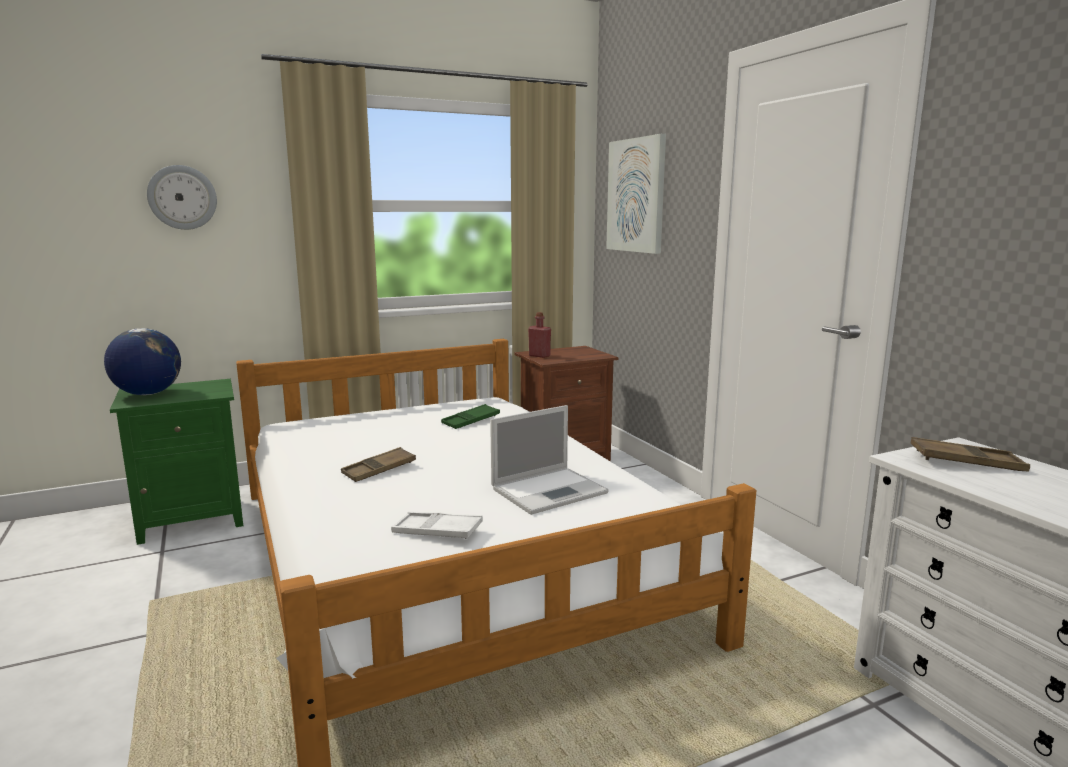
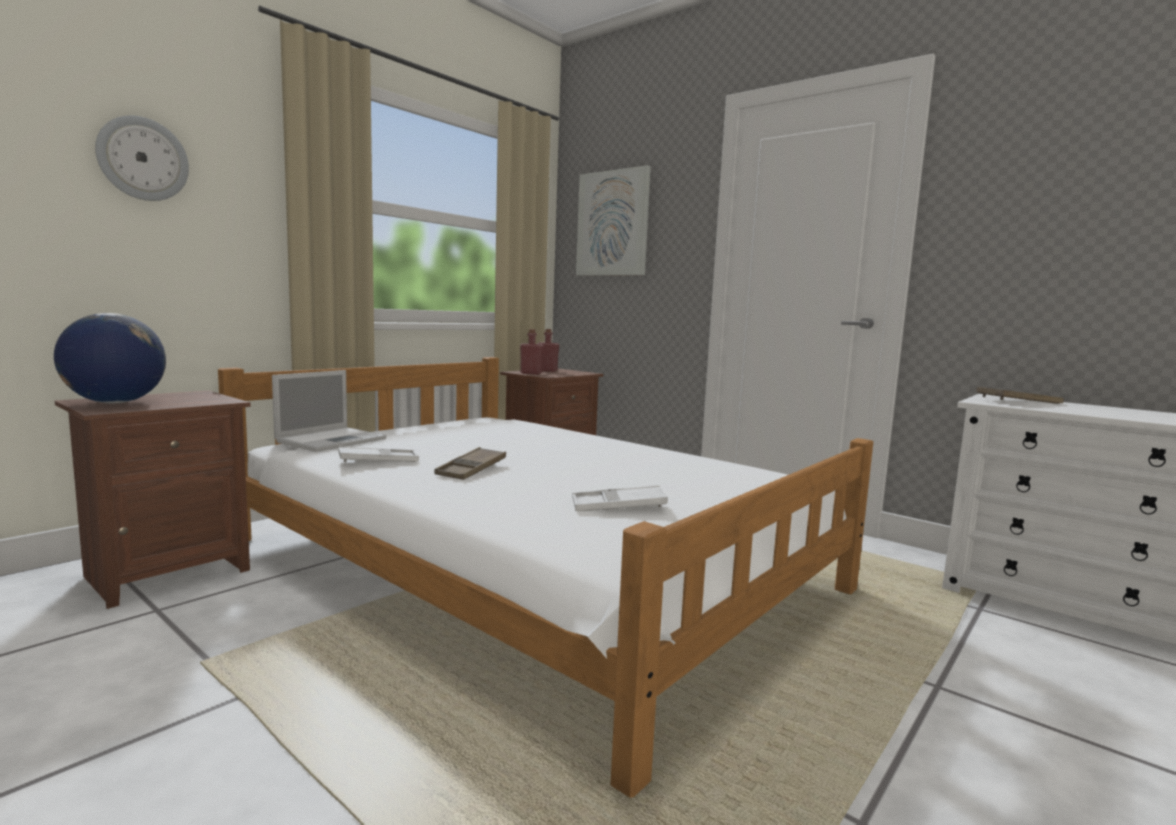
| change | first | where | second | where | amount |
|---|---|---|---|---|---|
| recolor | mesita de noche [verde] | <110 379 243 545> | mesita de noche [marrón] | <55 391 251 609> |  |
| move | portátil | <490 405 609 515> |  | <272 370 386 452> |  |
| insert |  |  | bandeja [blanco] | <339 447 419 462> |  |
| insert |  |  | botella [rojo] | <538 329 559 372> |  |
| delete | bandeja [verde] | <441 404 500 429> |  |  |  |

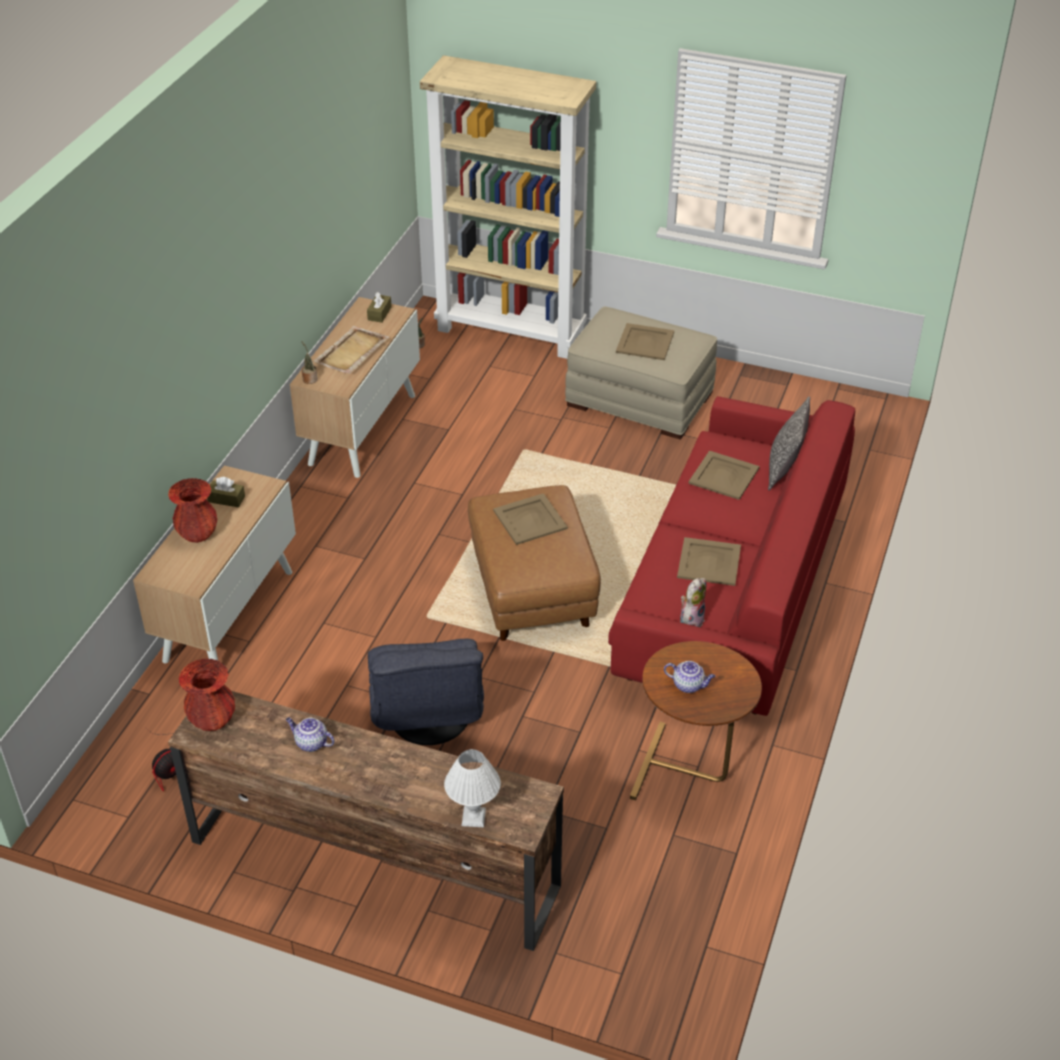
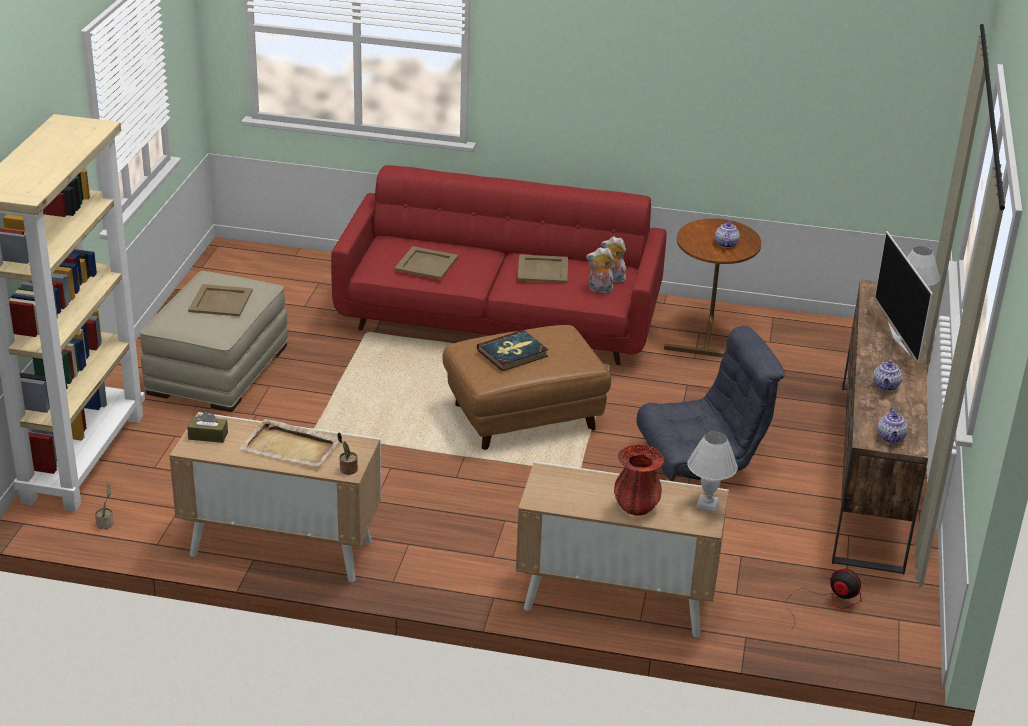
| change | first | where | second | where | amount |
|---|---|---|---|---|---|
| replace | bandeja [beis] | <493 493 568 545> | libro | <477 330 548 371> |  |
| insert |  |  | peluche | <586 247 614 293> |  |
| insert |  |  | lámpara de mesa [blanco] | <687 431 738 512> |  |
| insert |  |  | televisor | <875 231 933 363> |  |
| replace | florero [rojo] | <179 658 235 731> | tetera | <877 408 908 443> |  |
| delete | caja de pañuelos [marrón] | <207 477 245 508> |  |  |  |
| delete | cojín | <768 396 810 491> |  |  |  |

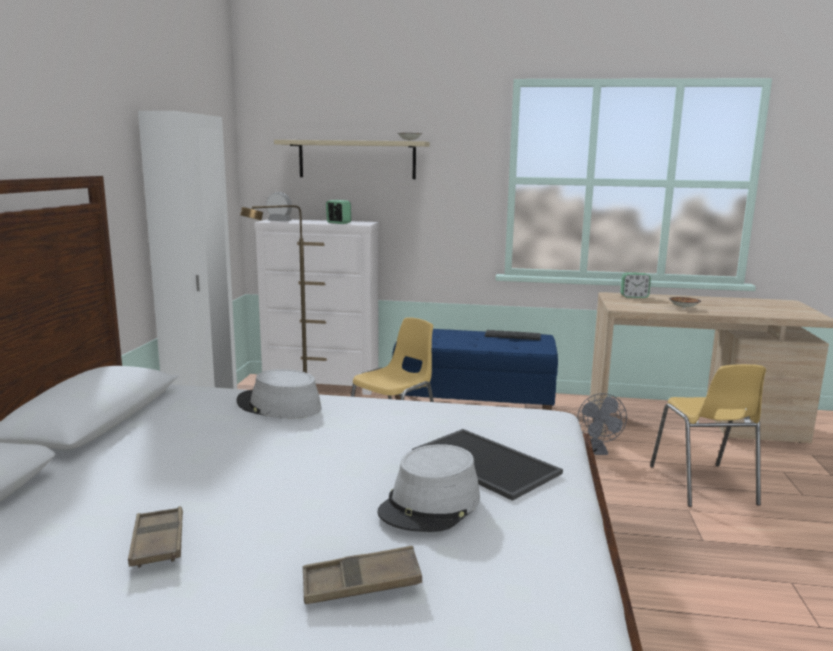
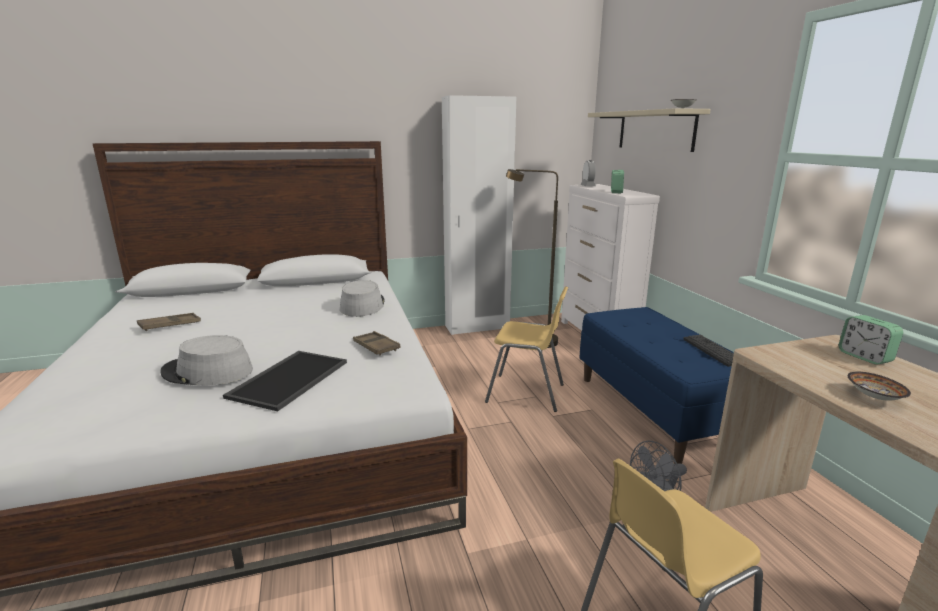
| change | first | where | second | where | amount |
|---|---|---|---|---|---|
| move | bandeja [marrón] | <303 546 422 604> |  | <353 331 401 356> |  |

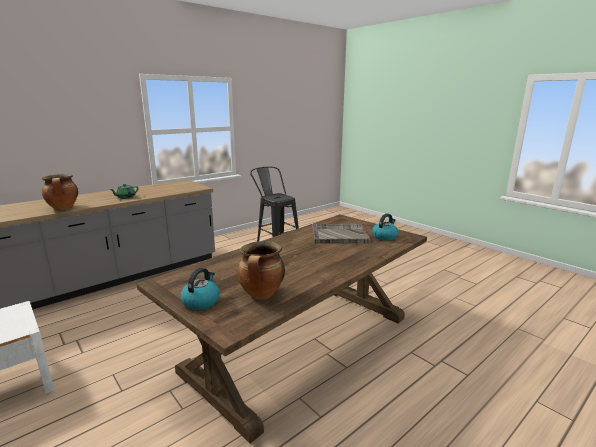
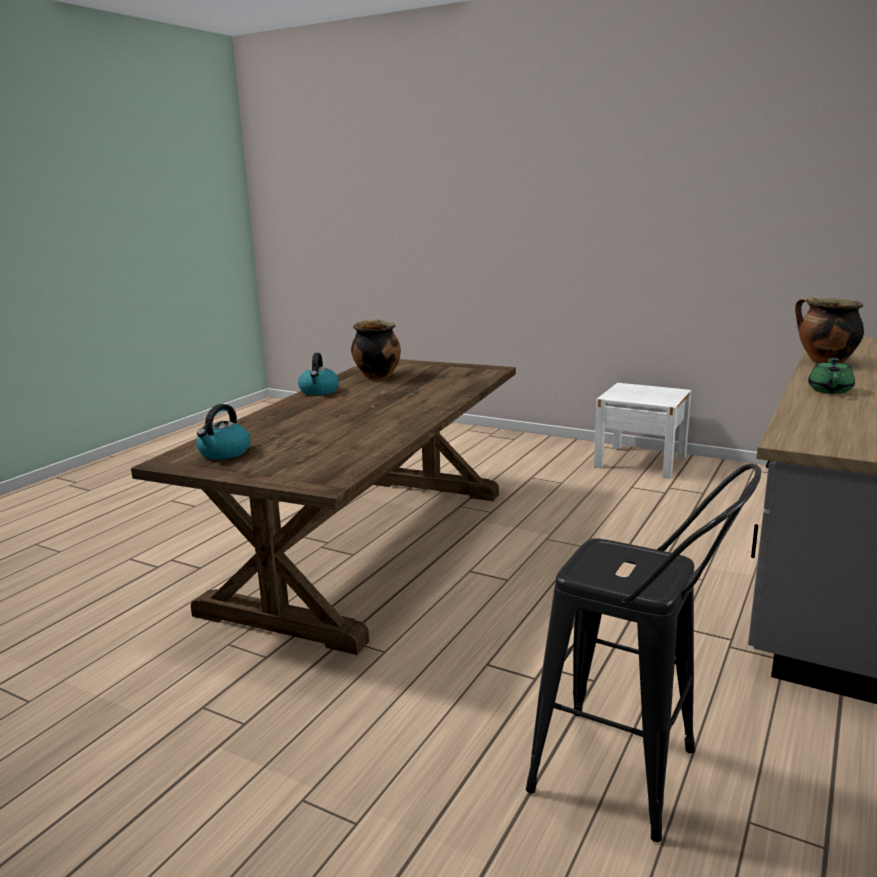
| change | first | where | second | where | amount |
|---|---|---|---|---|---|
| move | hervidor | <180 268 220 310> |  | <298 353 339 395> |  |
| delete | bandeja [gris] | <312 224 371 243> |  |  |  |

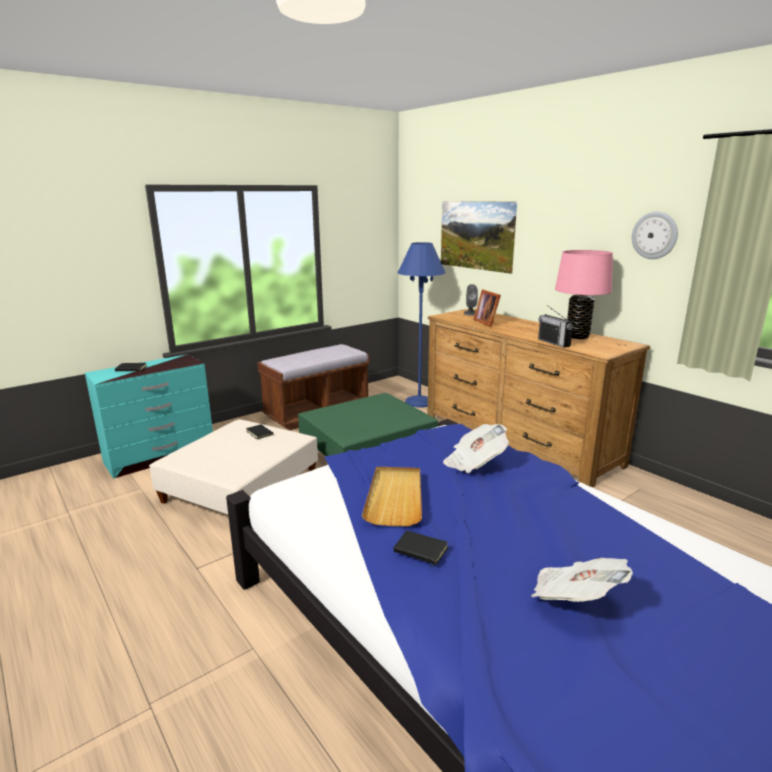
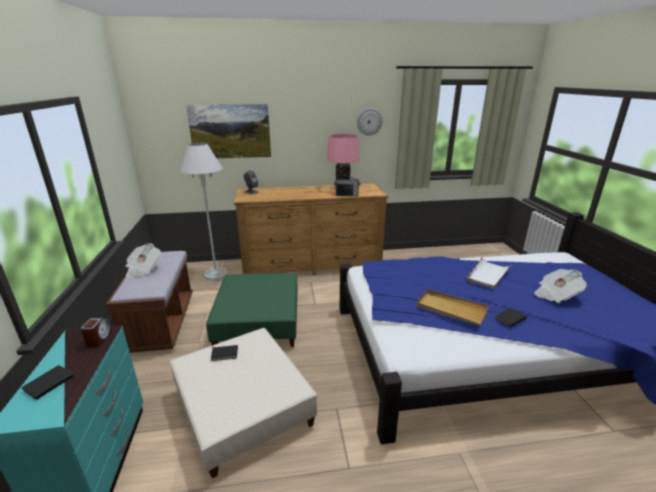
| change | first | where | second | where | amount |
|---|---|---|---|---|---|
| insert |  |  | despertador | <80 318 112 347> |  |
| move | periódico | <443 424 509 473> |  | <125 243 161 278> |  |
| recolor | lámpara de pie [azul] | <397 242 445 408> | lámpara de pie [blanco] | <180 143 228 280> |  |
| insert |  |  | bandeja [blanco] | <467 257 511 289> |  |
| delete | portarretratos | <473 289 501 327> |  |  |  |

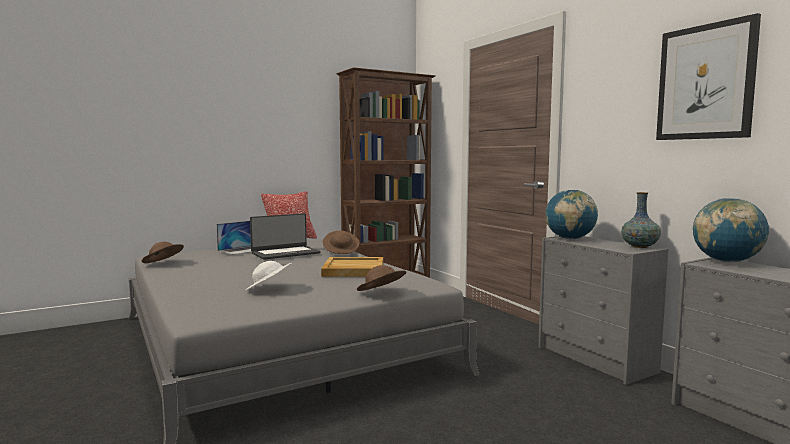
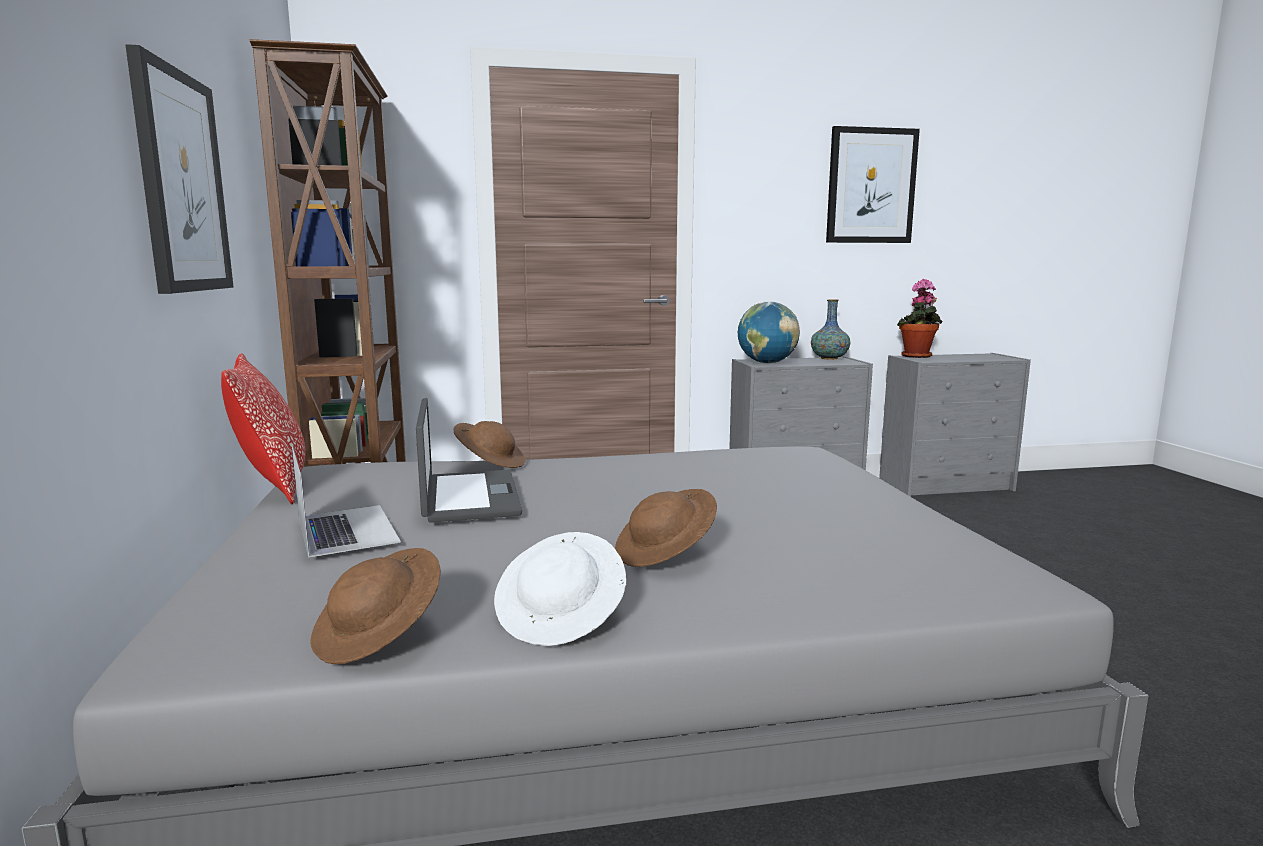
| change | first | where | second | where | amount |
|---|---|---|---|---|---|
| insert |  |  | cuadro | <125 44 234 294> |  |
| move | sombrero [blanco] | <246 261 292 290> |  | <494 532 626 646> |  |
| move | sombrero [marrón] | <357 265 406 291> |  | <615 489 717 567> |  |
| replace | globo terráqueo | <693 198 769 263> | planta en maceta | <897 279 943 358> |  |
| delete | bandeja [beis] | <321 257 383 277> |  |  |  |

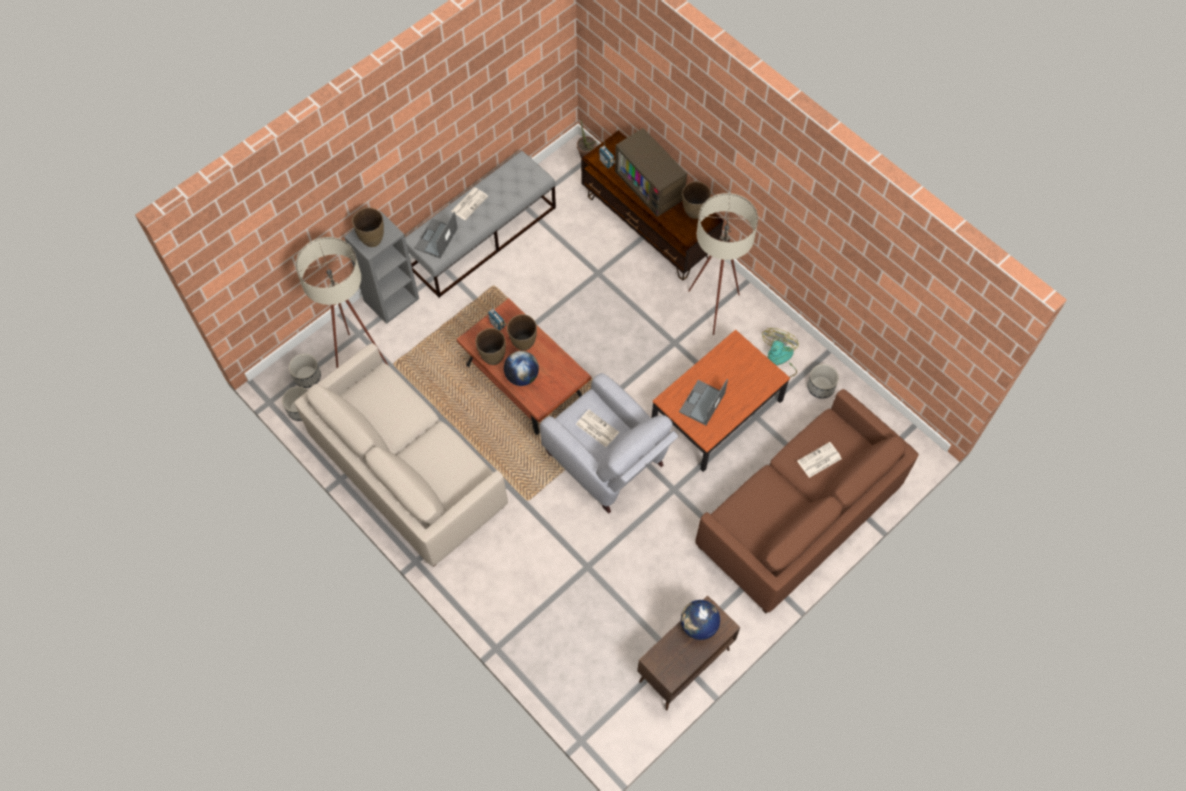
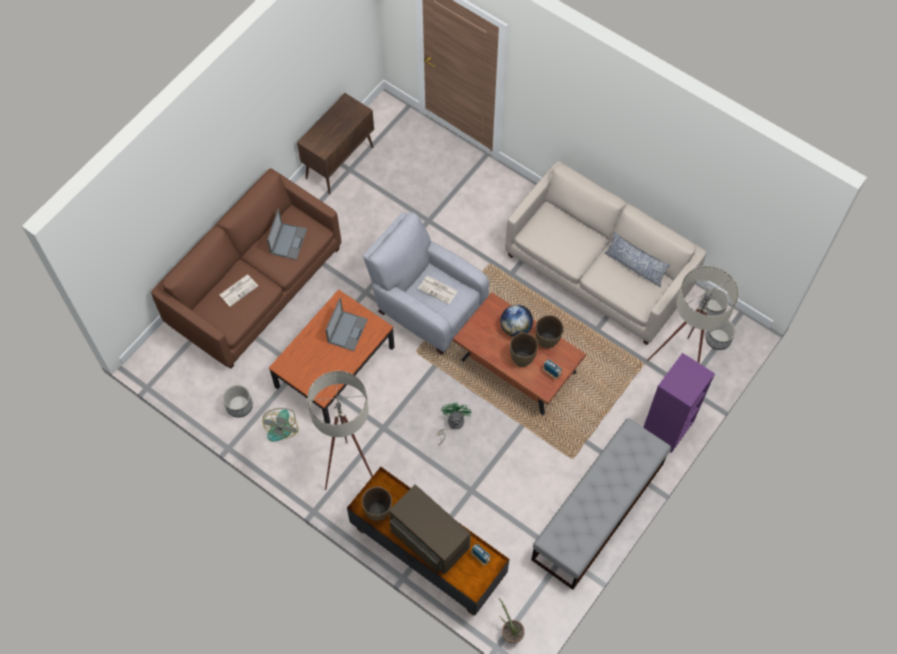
| change | first | where | second | where | amount |
|---|---|---|---|---|---|
| move | portátil | <414 212 458 258> |  | <267 209 307 260> |  |
| insert |  |  | ventilador [verde] | <438 403 471 445> |  |
| insert |  |  | cojín | <604 232 670 287> |  |
| recolor | estantería [gris] | <344 211 419 324> | estantería [morado] | <643 353 715 453> |  |
| delete | florero [marrón] | <352 207 384 247> |  |  |  |
| delete | periódico | <451 188 488 220> |  |  |  |
| delete | globo terráqueo | <681 600 720 640> |  |  |  |

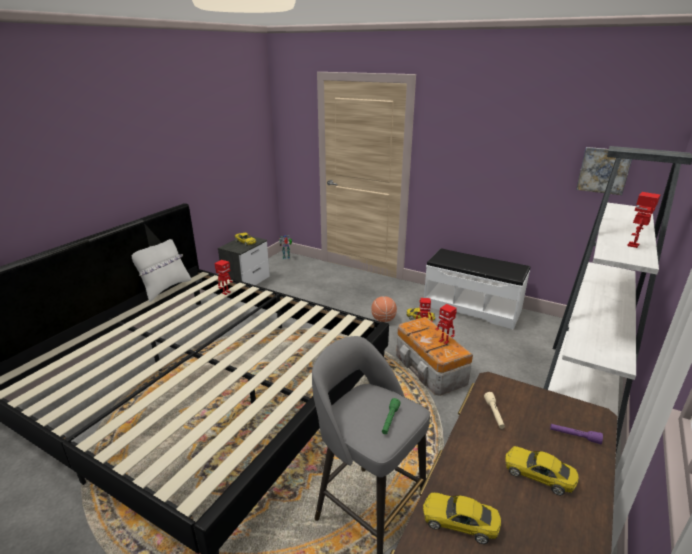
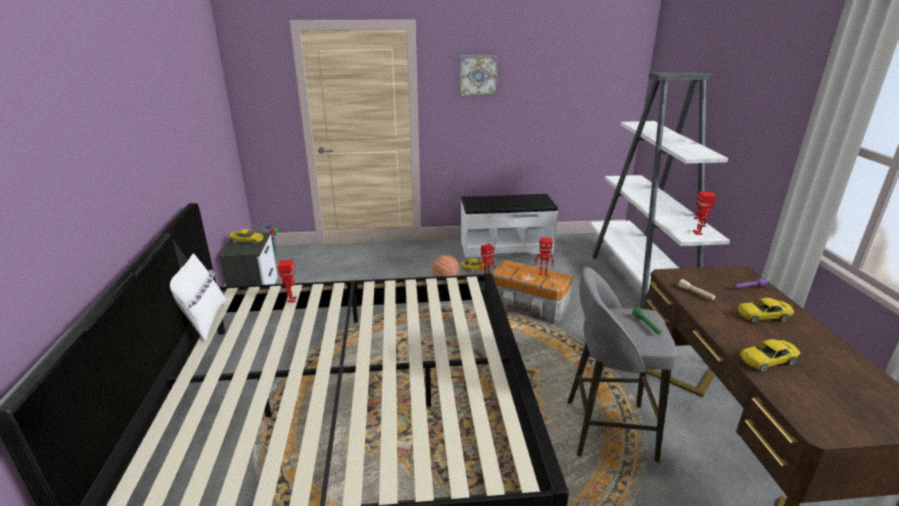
| change | first | where | second | where | amount |
|---|---|---|---|---|---|
| move | cuadro | <576 147 632 195> |  | <459 55 498 96> |  |
| move | robot de juguete | <627 192 660 248> |  | <693 192 716 235> |  |

